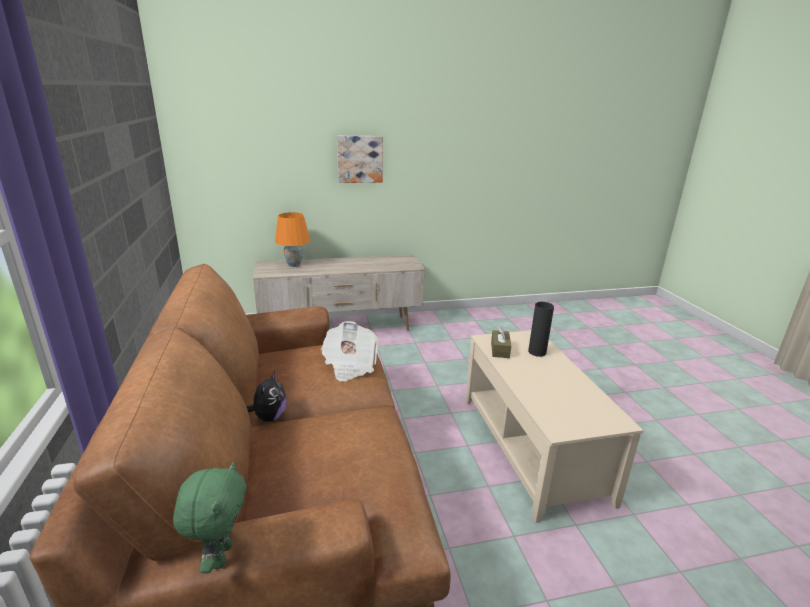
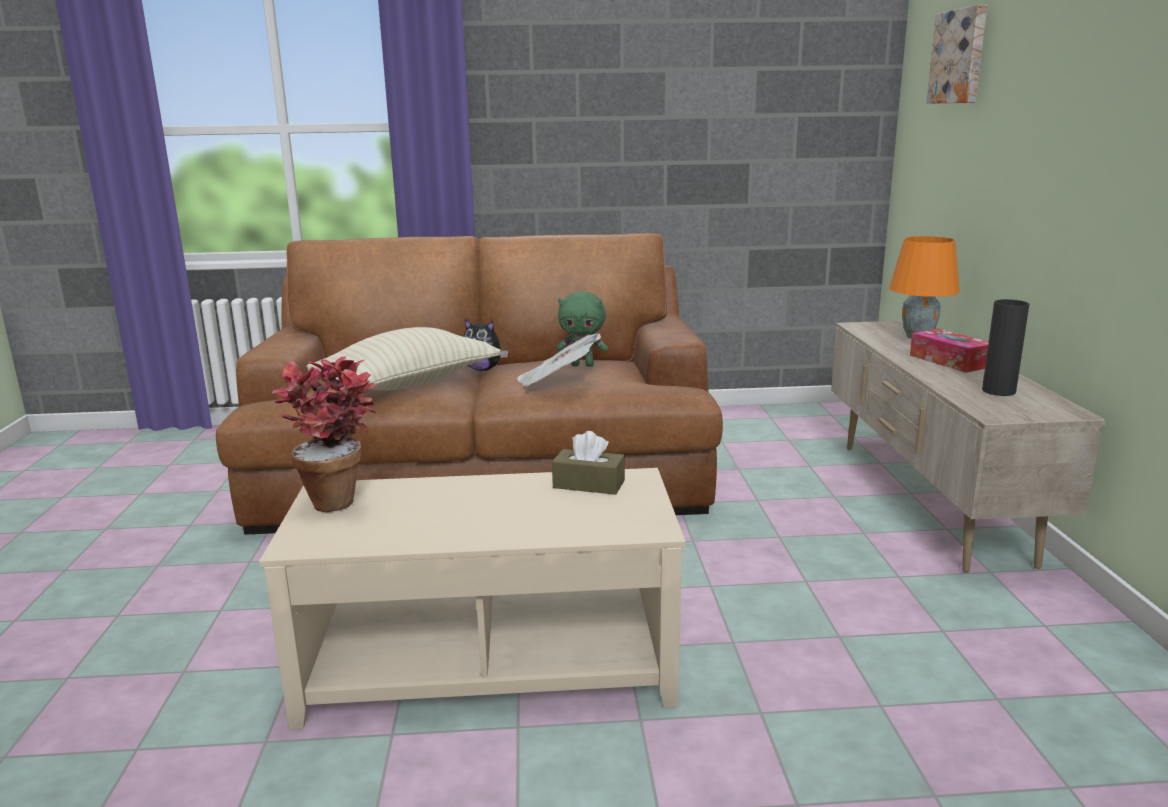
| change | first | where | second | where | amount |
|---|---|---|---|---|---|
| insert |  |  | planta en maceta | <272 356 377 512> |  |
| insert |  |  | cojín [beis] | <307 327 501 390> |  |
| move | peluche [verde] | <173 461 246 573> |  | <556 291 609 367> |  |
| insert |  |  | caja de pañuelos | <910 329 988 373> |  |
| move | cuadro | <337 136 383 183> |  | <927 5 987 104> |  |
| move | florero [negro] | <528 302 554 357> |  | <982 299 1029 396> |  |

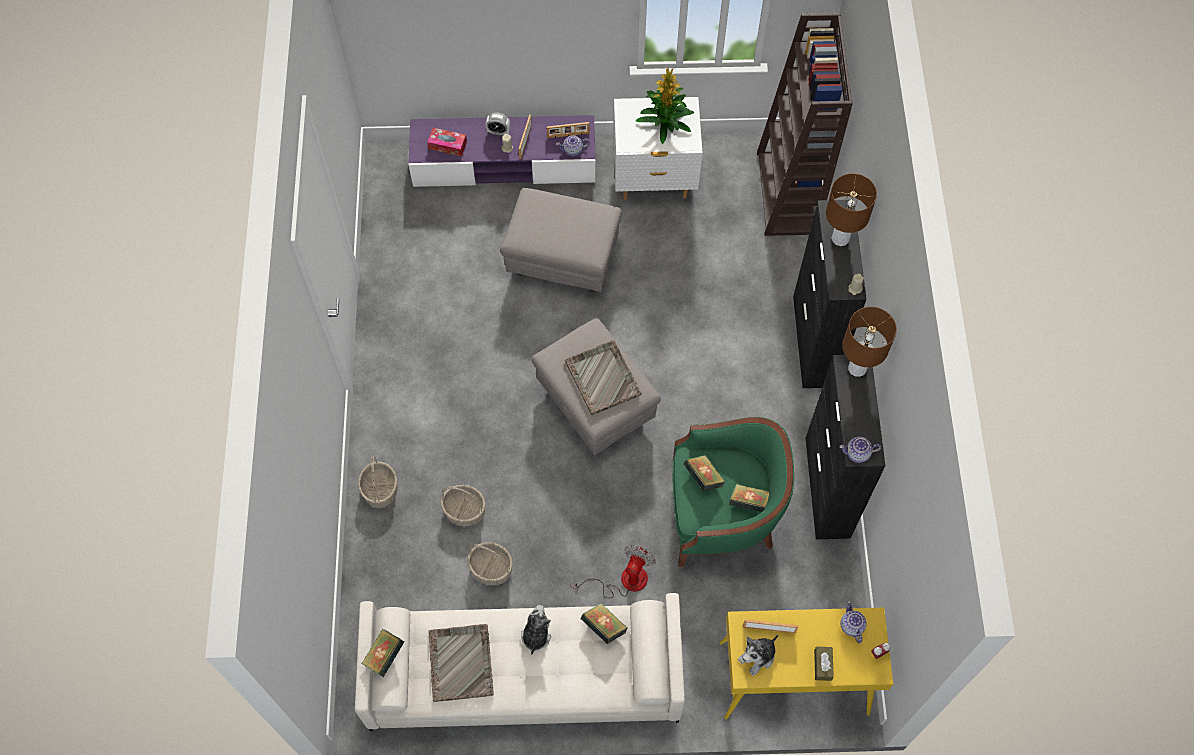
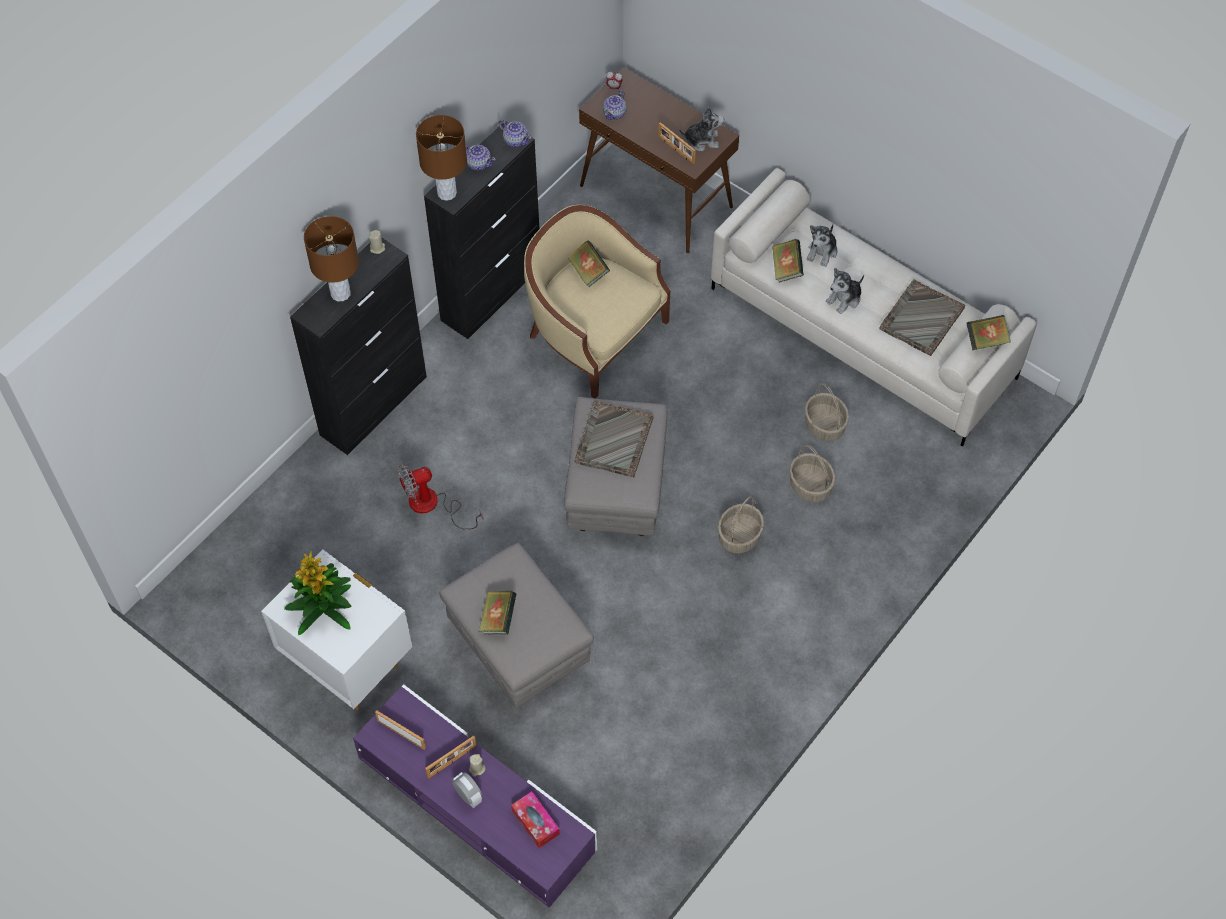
| change | first | where | second | where | amount |
|---|---|---|---|---|---|
| move | ventilador | <571 545 656 598> |  | <398 464 483 530> |  |
| move | tetera | <556 135 590 156> |  | <466 145 496 171> |  |
| move | libro | <683 455 725 491> |  | <479 591 516 635> |  |
| recolor | sillón [verde] | <673 417 794 567> | sillón [beis] | <524 205 670 399> |  |
| recolor | mesa consola [amarillo] | <719 607 893 719> | mesa consola [marrón] | <579 67 739 253> |  |
| move | cesta | <358 456 398 508> |  | <718 496 764 553> |  |
| insert |  |  | peluche | <807 224 837 267> |  |
| delete | estantería [marrón] | <757 13 853 236> |  |  |  |
| delete | caja de pañuelos [marrón] | <814 646 834 681> |  |  |  |

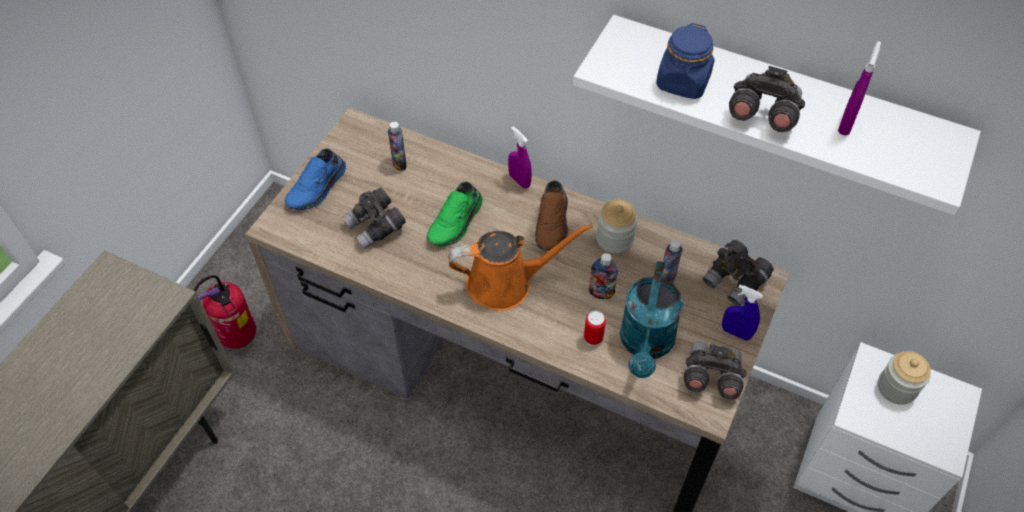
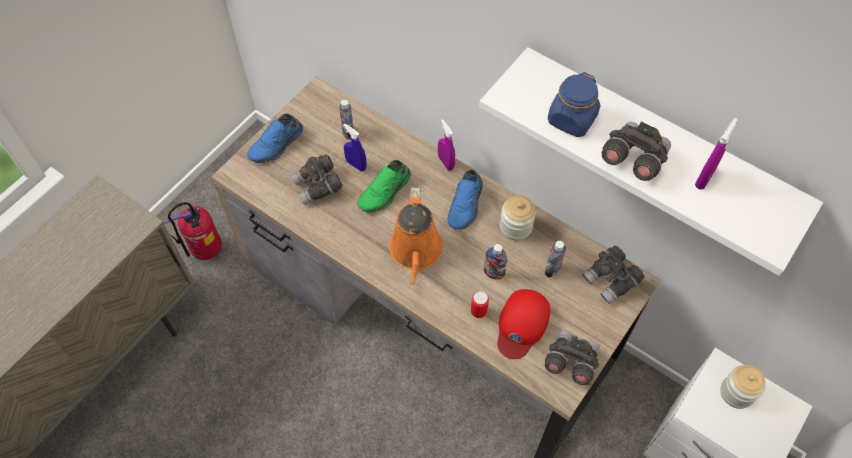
| change | first | where | second | where | amount |
|---|---|---|---|---|---|
| move | pulverizador [azul] | <722 285 763 341> |  | <343 123 366 171> |  |
| rotate | regadera [naranja] | <448 224 593 311> |  | <389 187 443 285> | 90 degrees clockwise |
| recolor | zapato [marrón] | <535 180 568 250> | zapato [azul] | <448 170 483 230> |  |
| replace | regadera [turquesa] | <620 261 683 378> | gorra [rojo] | <497 289 550 359> |  |

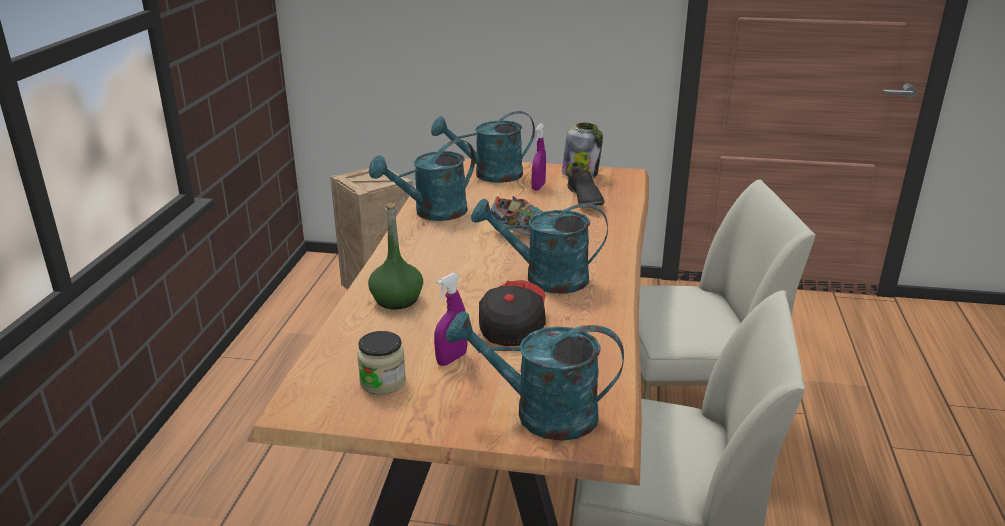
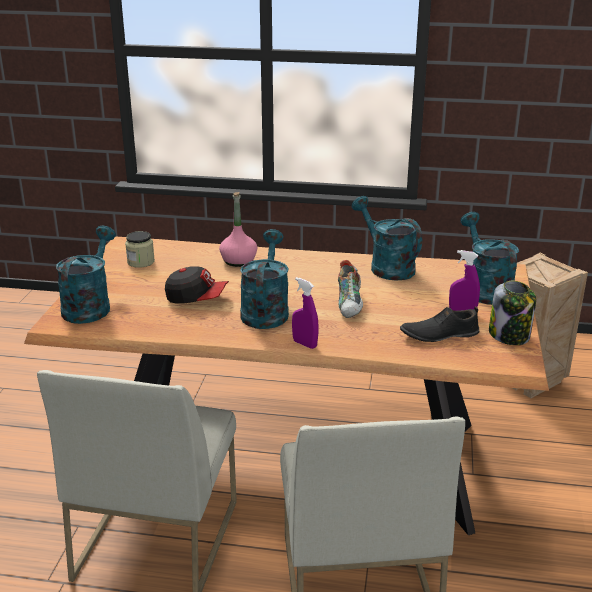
| change | first | where | second | where | amount |
|---|---|---|---|---|---|
| recolor | botella [verde] | <368 202 423 309> | botella [rosa] | <219 192 257 267> |  |
| move | pulverizador [morado] | <434 273 468 366> |  | <292 277 319 349> |  |

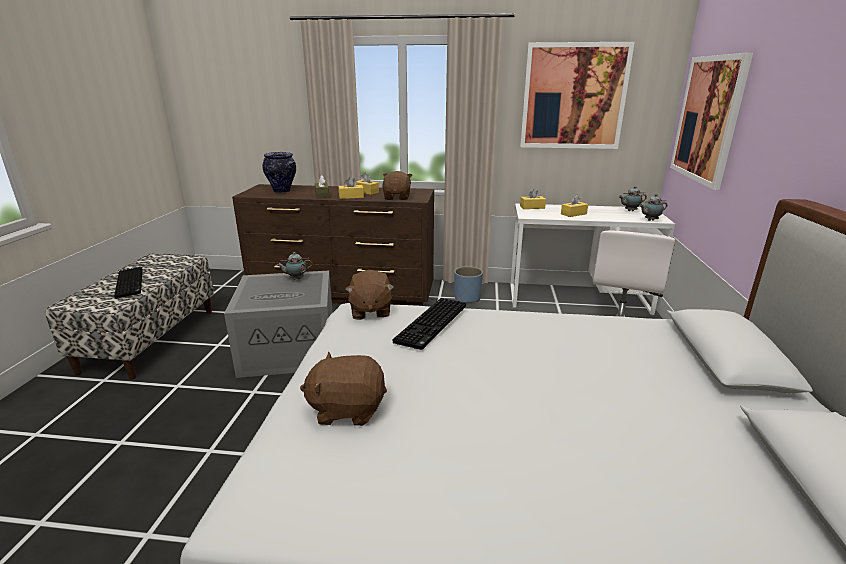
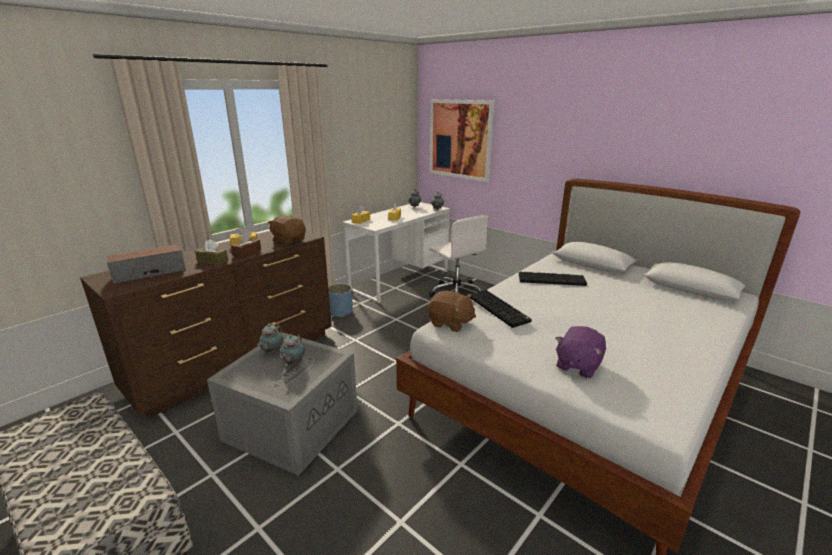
| change | first | where | second | where | amount |
|---|---|---|---|---|---|
| replace | florero | <263 152 296 193> | altavoz | <107 244 186 284> |  |
| recolor | caja de pañuelos [amarillo] | <338 177 364 199> | caja de pañuelos [marrón] | <231 232 261 258> |  |
| insert |  |  | tetera | <280 334 305 365> |  |
| move | teclado | <114 267 143 299> |  | <519 272 587 286> |  |
| recolor | peluche [marrón] | <300 352 387 426> | peluche [morado] | <555 326 606 378> |  |
| delete | cuadro | <520 42 635 149> |  |  |  |

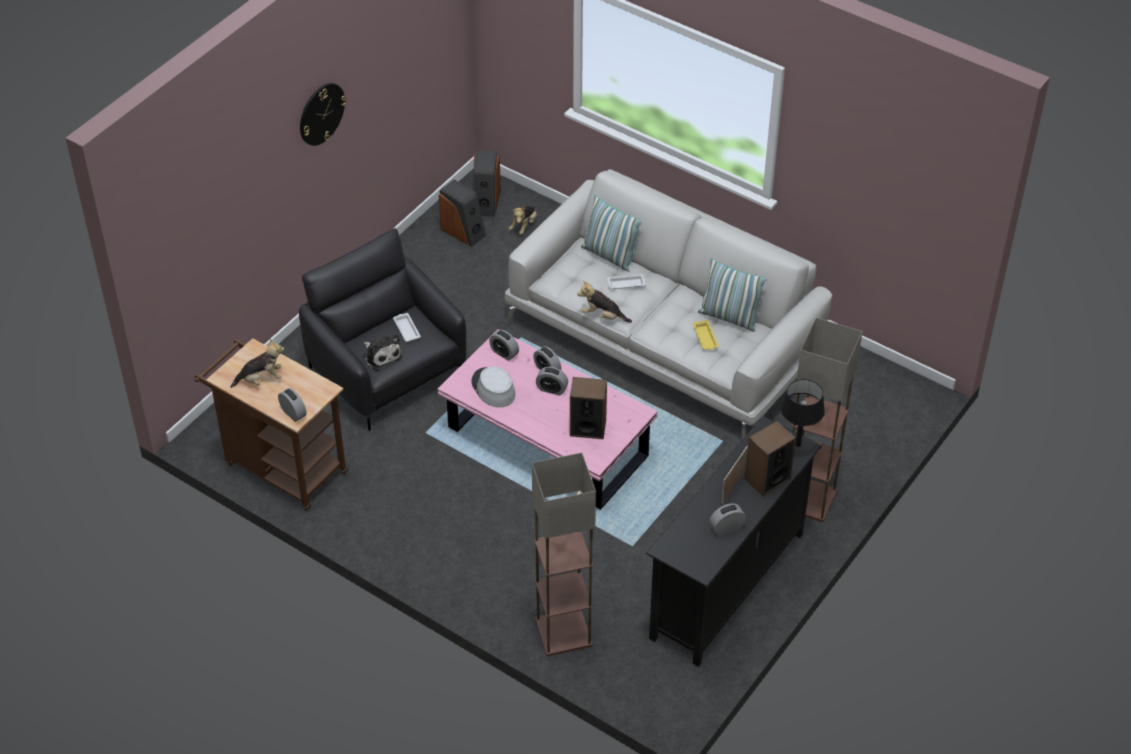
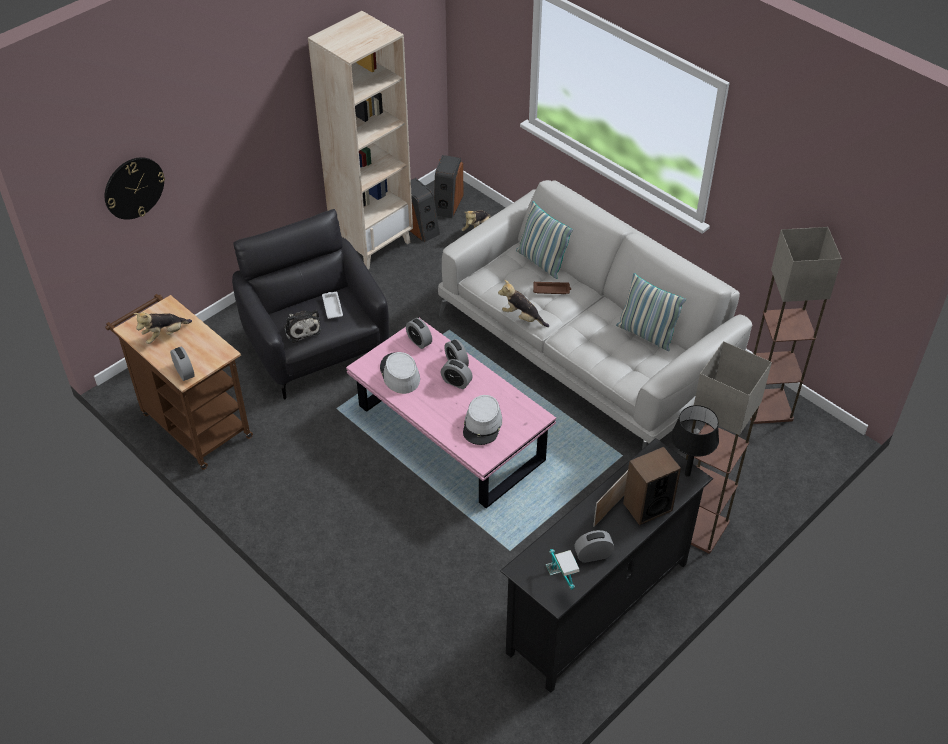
| change | first | where | second | where | amount |
|---|---|---|---|---|---|
| move | reloj de pared | <300 83 346 146> |  | <105 157 165 220> |  |
| rotate | peluche | <230 339 284 388> |  | <134 312 192 344> | 150 degrees clockwise |
| insert |  |  | estantería [beis] | <308 11 413 269> |  |
| replace | altavoz | <570 377 607 439> | sombrero [gris] | <463 395 502 445> |  |
| recolor | bandeja [blanco] | <607 274 646 289> | bandeja [marrón] | <533 281 572 294> |  |
| insert |  |  | lámpara de mesa | <546 549 580 590> |  |
| move | lámpara de pie | <532 453 596 656> |  | <750 227 842 424> |  |
| delete | bandeja [amarillo] | <693 320 719 350> |  |  |  |

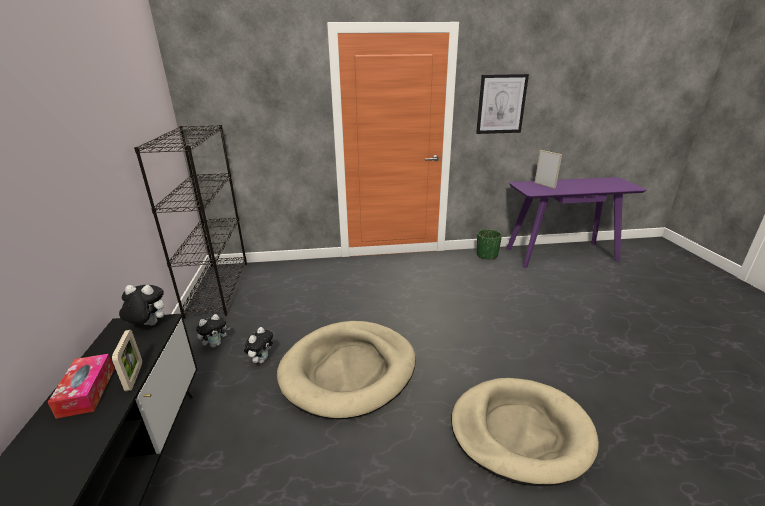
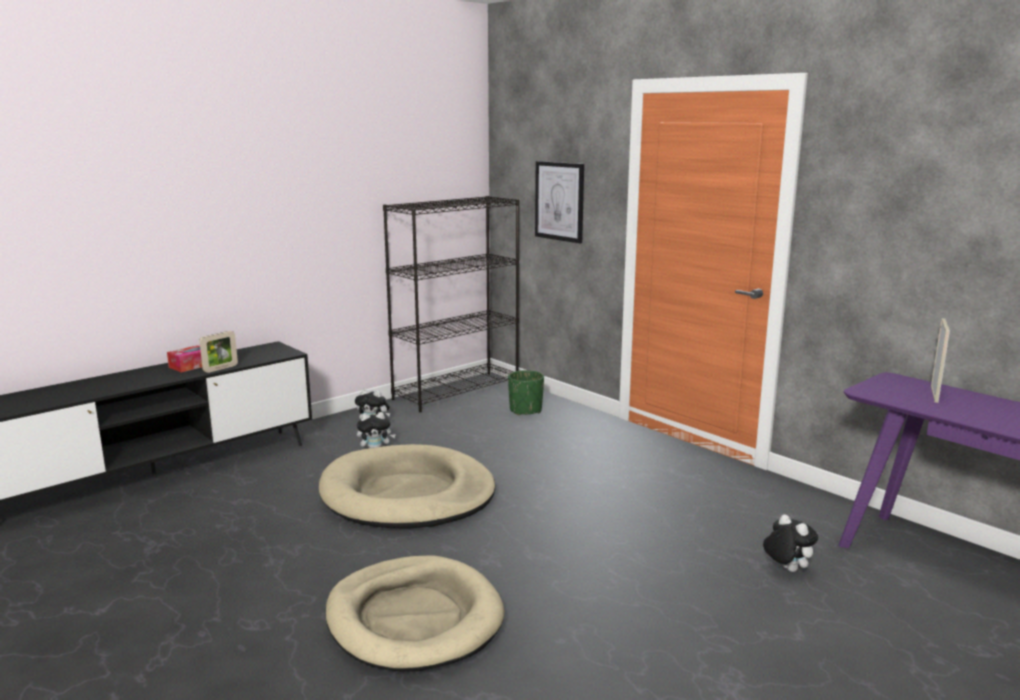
| change | first | where | second | where | amount |
|---|---|---|---|---|---|
| move | maceta [verde] | <477 229 502 260> |  | <508 370 544 415> |  |
| move | cuadro | <476 74 529 134> |  | <535 161 584 244> |  |
| move | peluche | <119 285 164 326> |  | <763 514 818 572> |  |

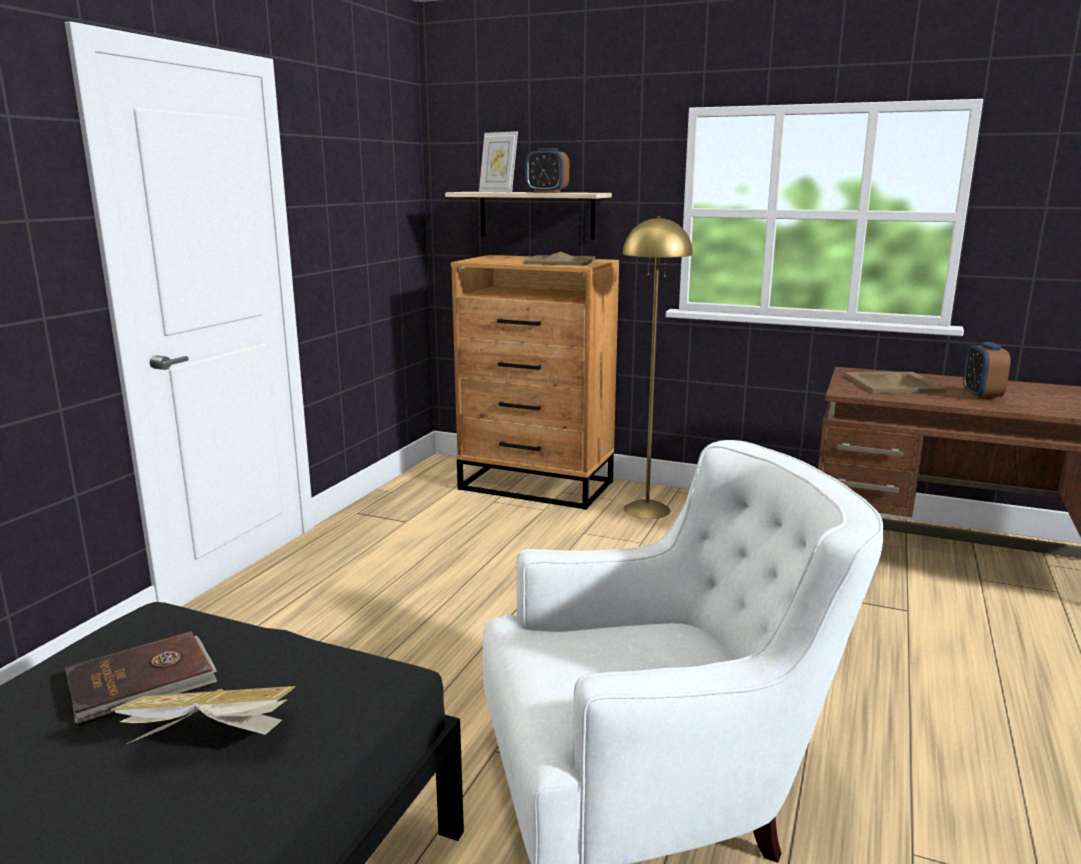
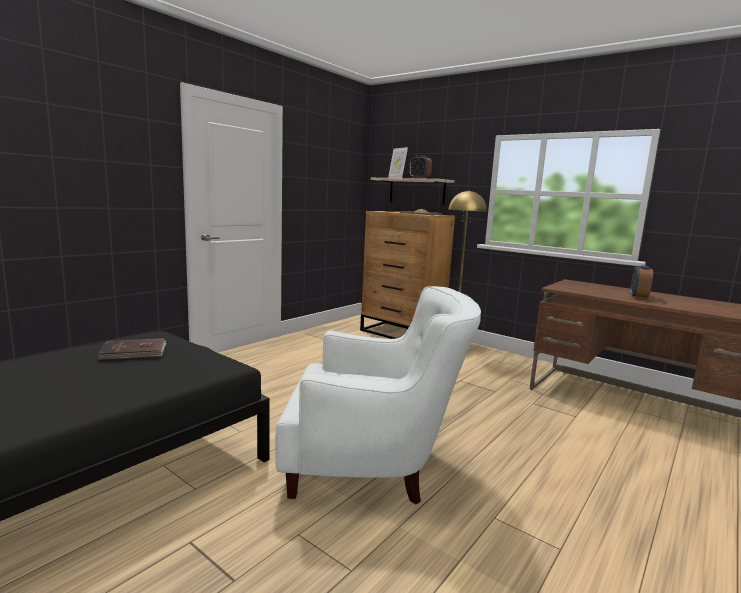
| change | first | where | second | where | amount |
|---|---|---|---|---|---|
| delete | libro | <111 686 295 744> |  |  |  |
| delete | bandeja [beis] | <844 372 947 393> |  |  |  |

